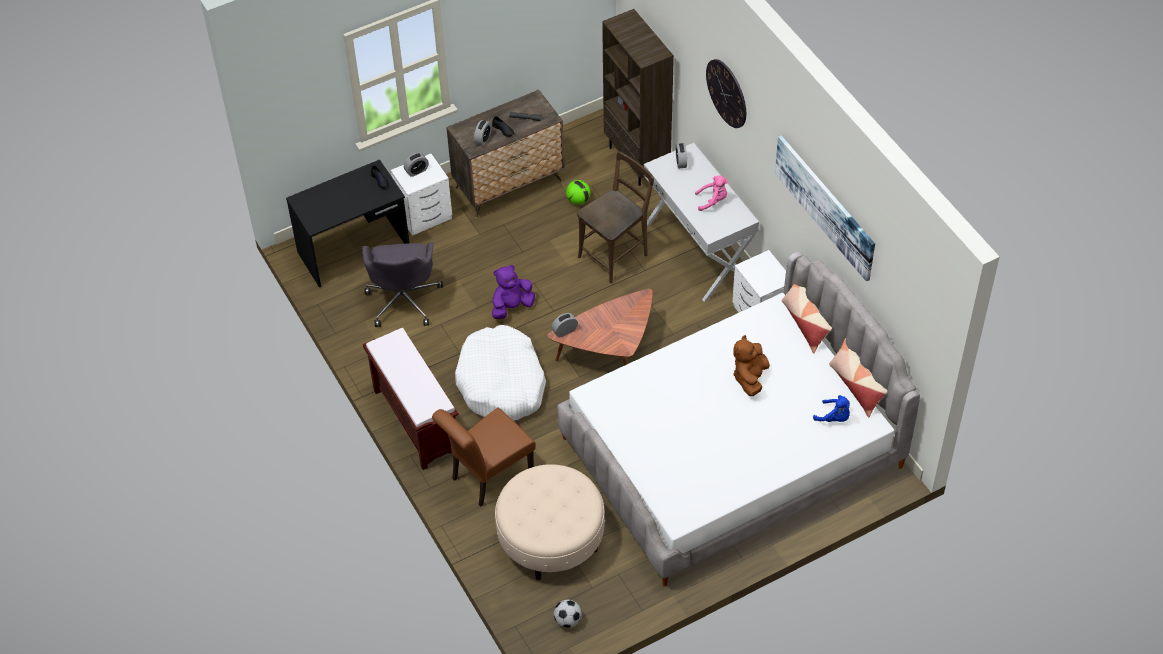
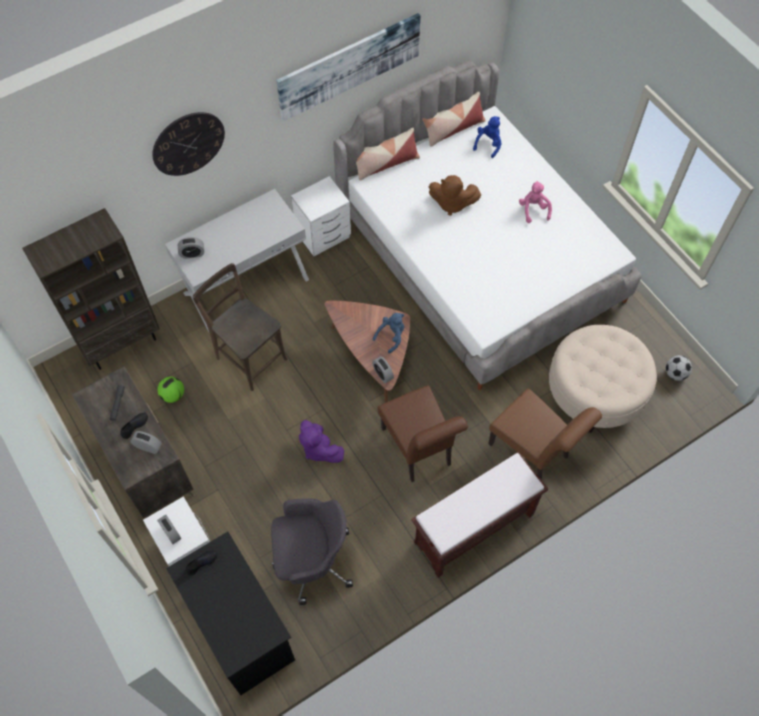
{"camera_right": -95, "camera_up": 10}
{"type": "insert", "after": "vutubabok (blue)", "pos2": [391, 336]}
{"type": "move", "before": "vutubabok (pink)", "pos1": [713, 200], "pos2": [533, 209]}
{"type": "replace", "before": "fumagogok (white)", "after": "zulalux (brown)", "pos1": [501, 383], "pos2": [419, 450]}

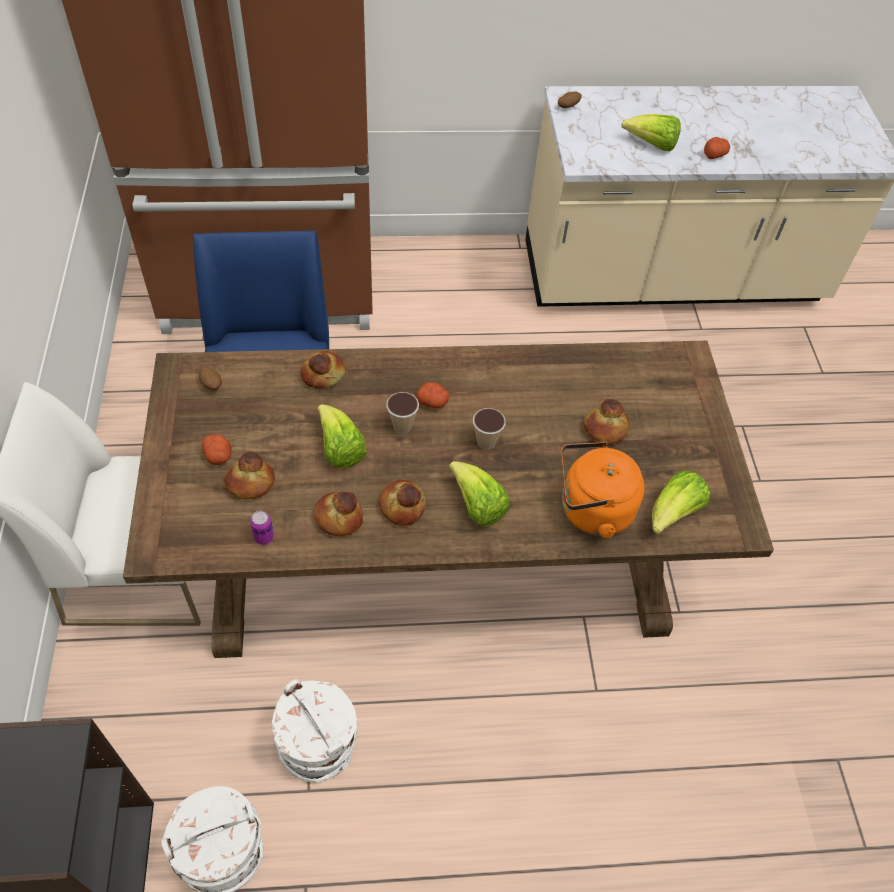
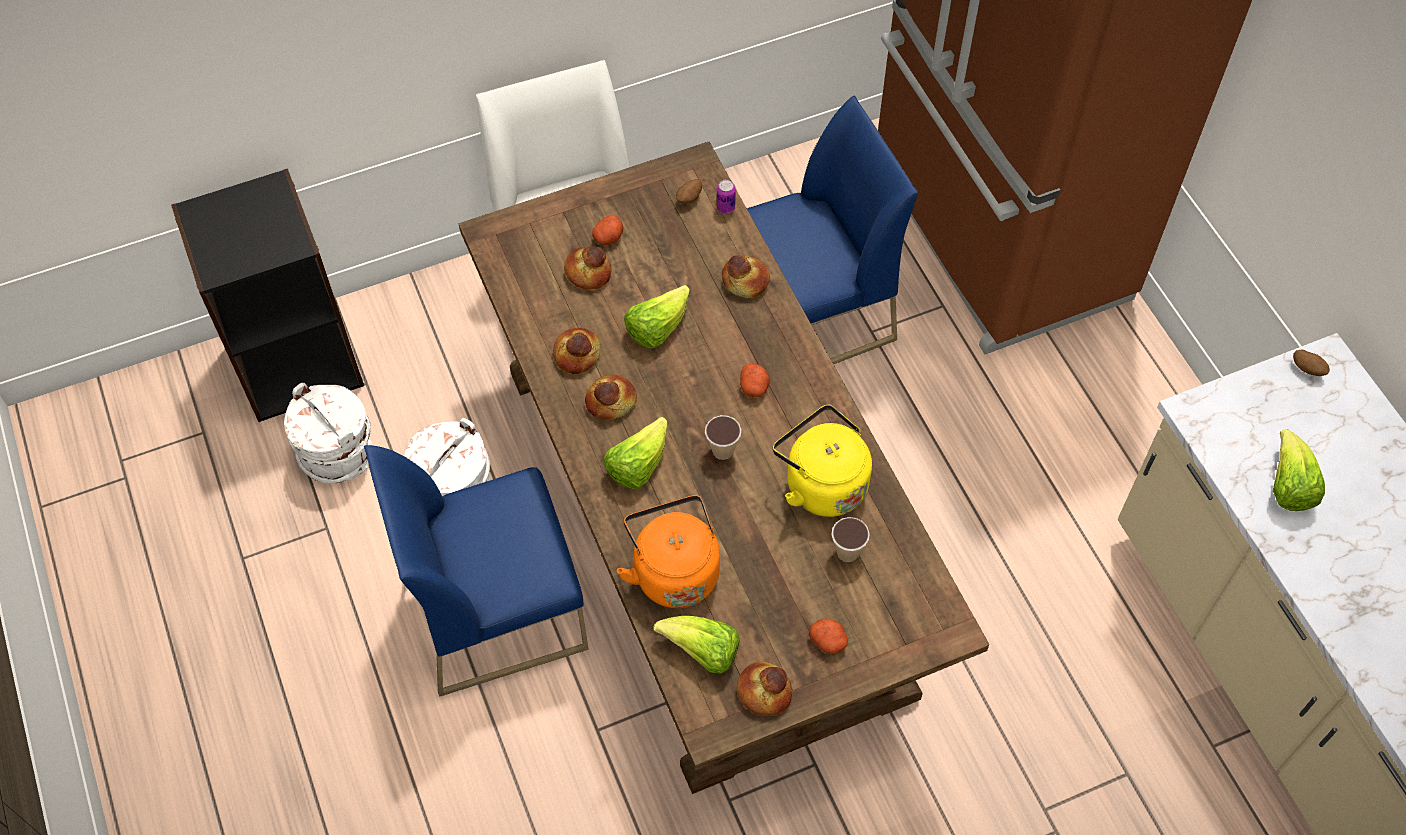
{"camera_right": 75, "camera_up": 5}
{"type": "insert", "after": "zulalux (blue)", "pos2": [497, 608]}
{"type": "insert", "after": "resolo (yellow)", "pos2": [821, 483]}
{"type": "move", "before": "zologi", "pos1": [264, 537], "pos2": [725, 207]}
{"type": "move", "before": "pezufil", "pos1": [402, 426], "pos2": [847, 552]}
{"type": "move", "before": "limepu", "pos1": [605, 429], "pos2": [764, 692]}
{"type": "move", "before": "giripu", "pos1": [714, 154], "pos2": [828, 641]}

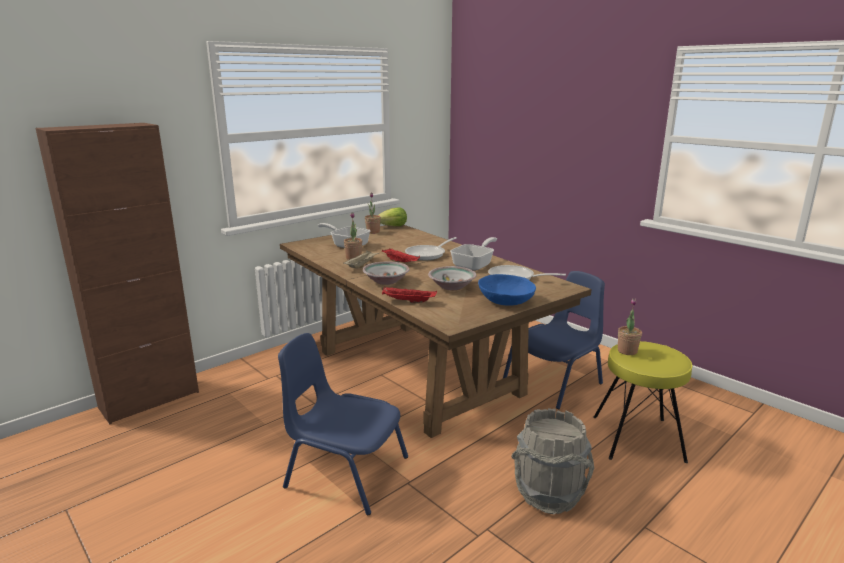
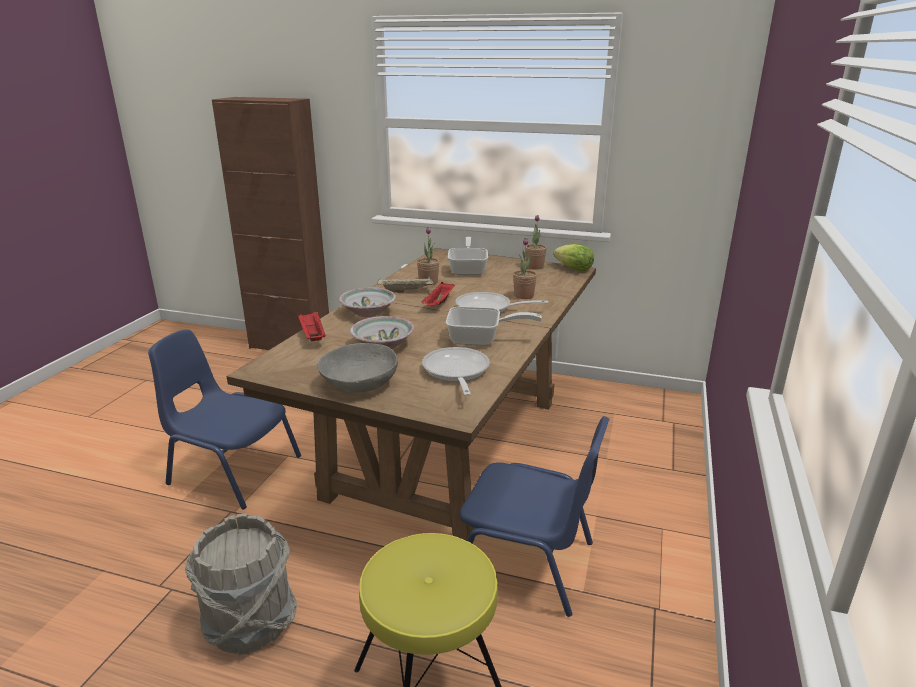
{"camera_right": 60, "camera_up": 5}
{"type": "move", "before": "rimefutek", "pos1": [627, 351], "pos2": [523, 296]}
{"type": "recolor", "before": "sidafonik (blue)", "after": "sidafonik (grey)", "pos1": [505, 301], "pos2": [360, 383]}
{"type": "rotate", "before": "zulalux (blue)", "pos1": [345, 472], "pos2": [233, 470], "turn": -60}

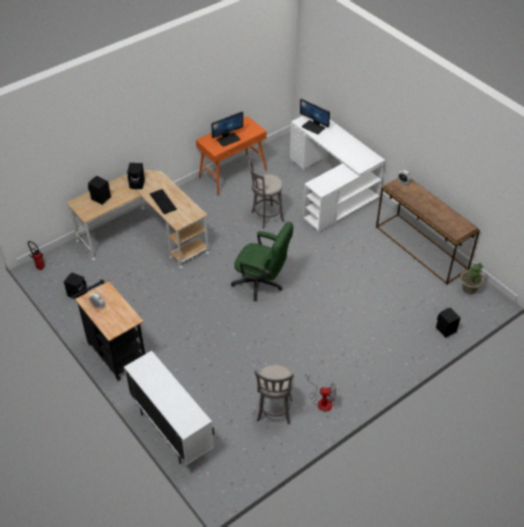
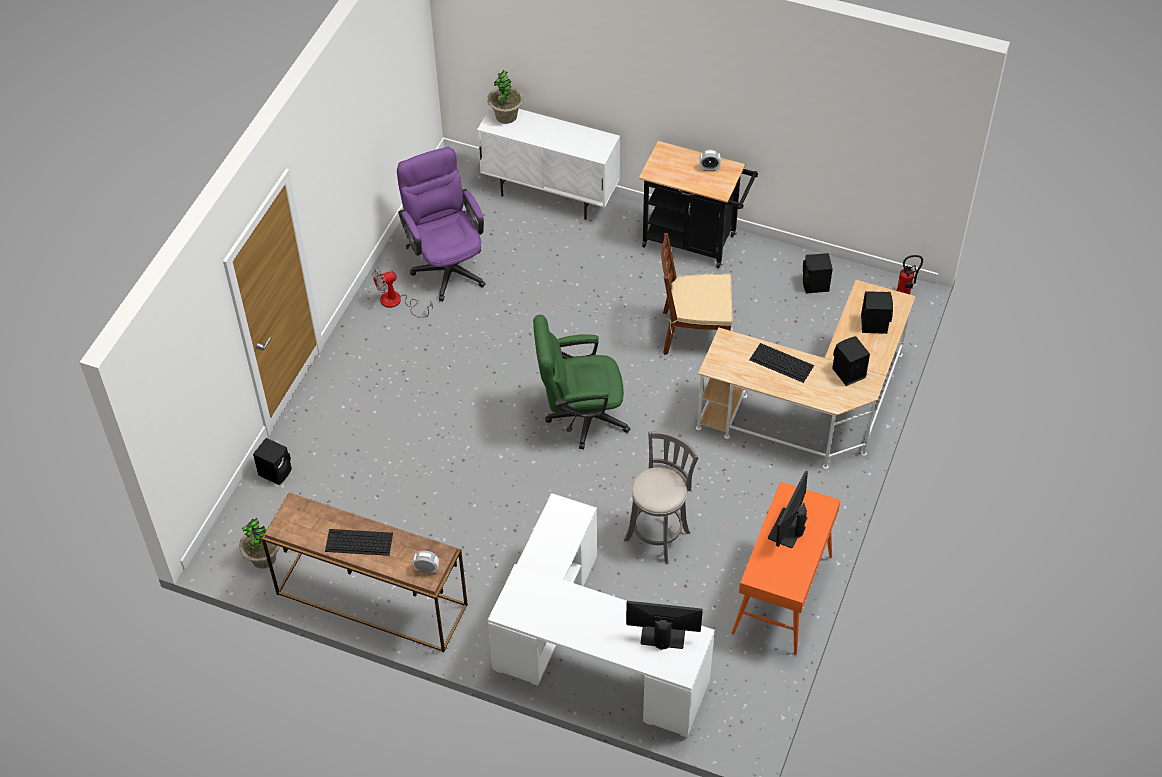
{"camera_right": 150, "camera_up": 5}
{"type": "insert", "after": "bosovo", "pos2": [358, 542]}
{"type": "insert", "after": "rimefutek", "pos2": [506, 116]}
{"type": "insert", "after": "zulalux (brown)", "pos2": [694, 333]}
{"type": "replace", "before": "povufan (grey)", "after": "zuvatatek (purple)", "pos1": [274, 412], "pos2": [447, 265]}

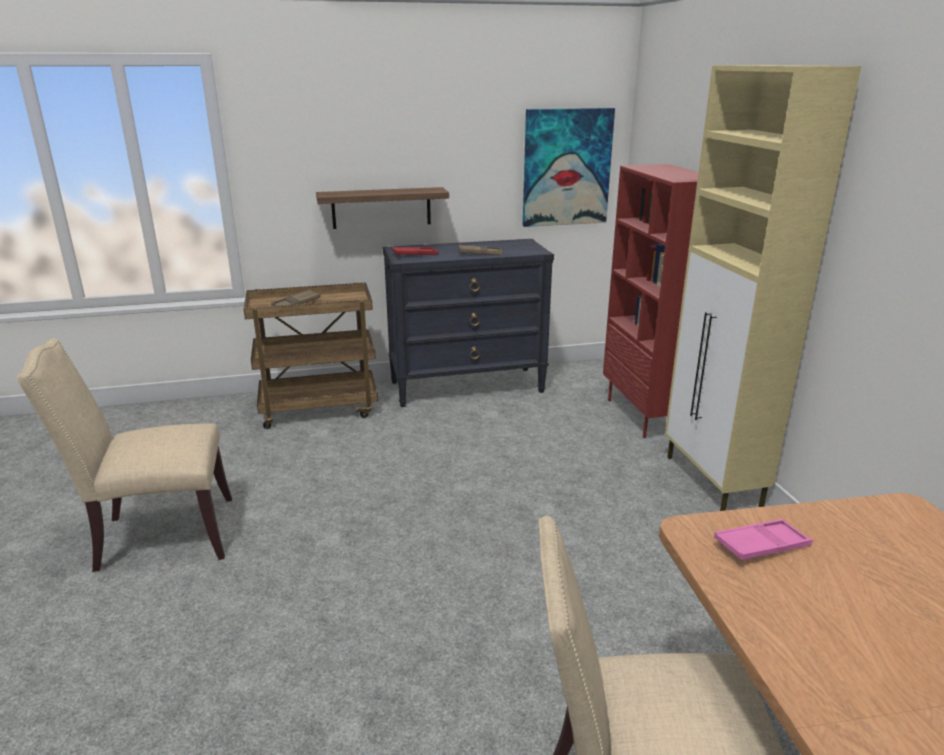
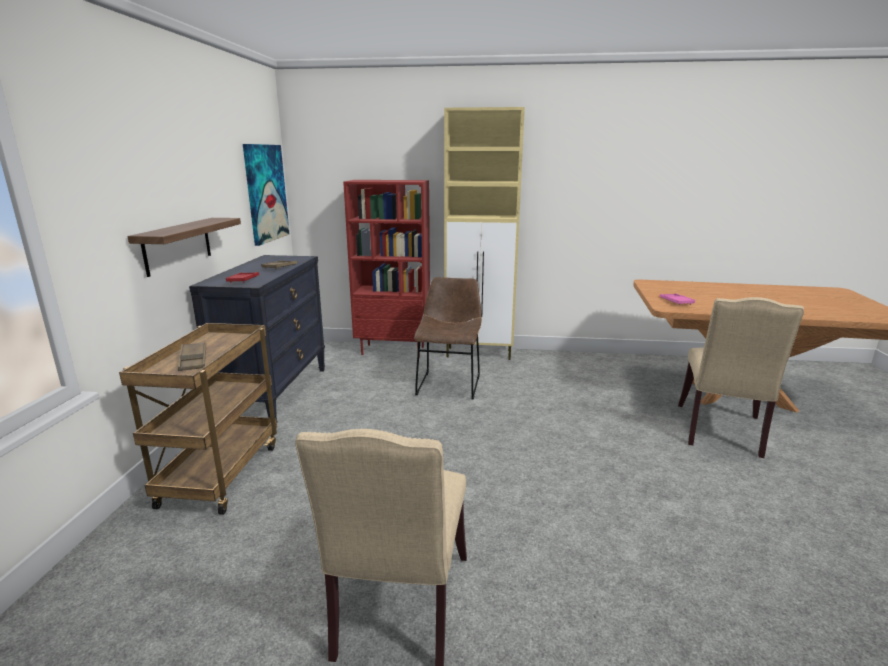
{"camera_right": -70, "camera_up": -5}
{"type": "insert", "after": "zulalux (brown)", "pos2": [449, 383]}

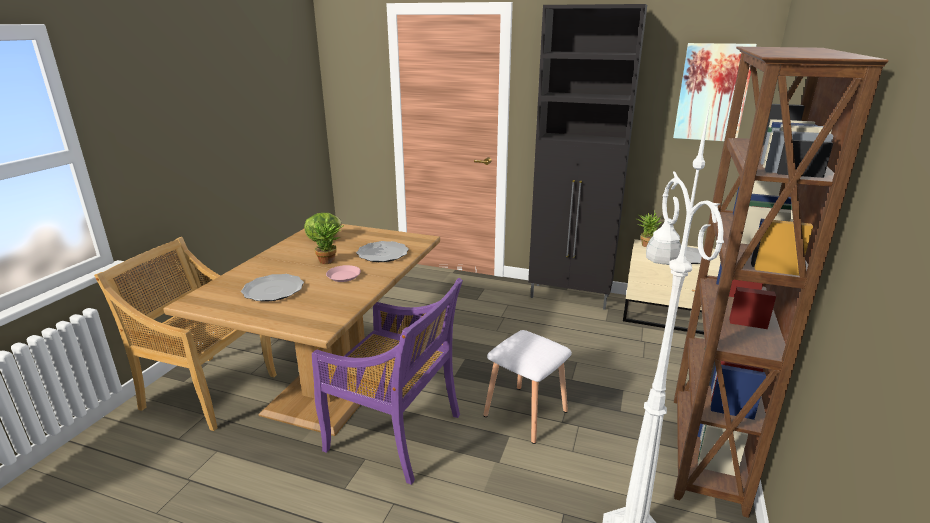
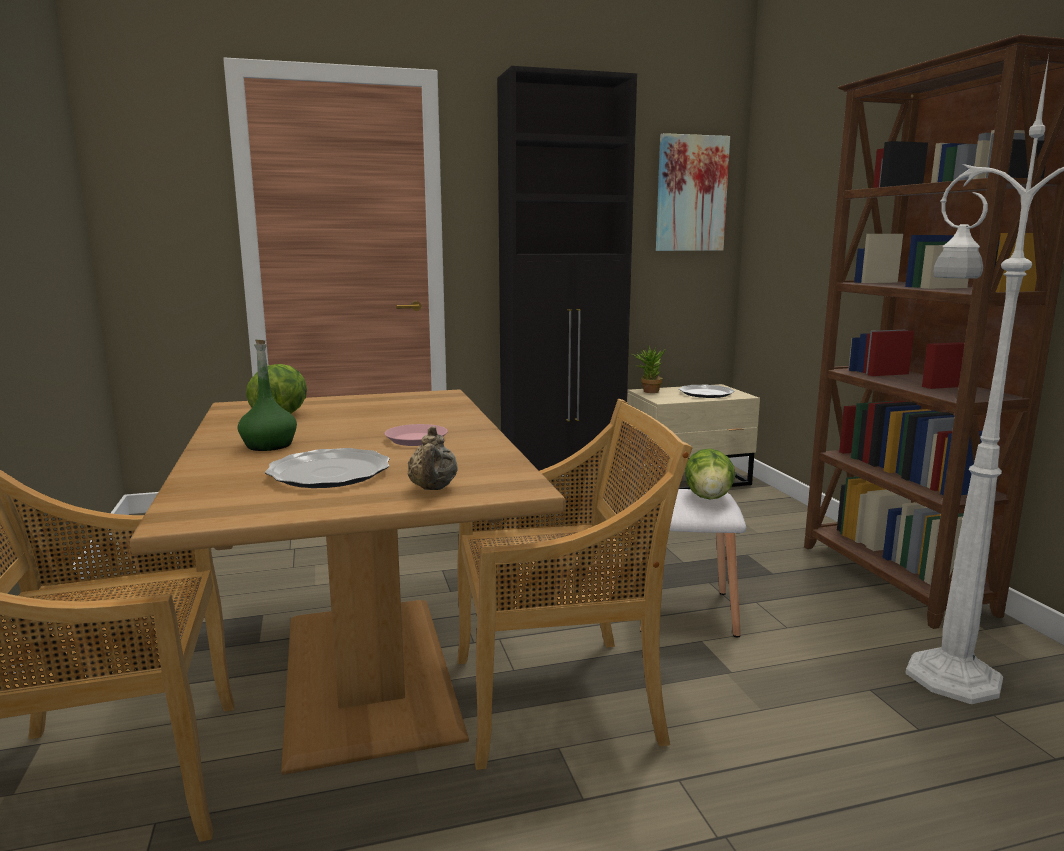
{"camera_right": -35, "camera_up": -10}
{"type": "delete", "before": "rimefutek", "pos1": [329, 262]}
{"type": "delete", "before": "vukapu", "pos1": [382, 254]}
{"type": "insert", "after": "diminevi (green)", "pos2": [269, 445]}
{"type": "insert", "after": "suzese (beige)", "pos2": [433, 489]}
{"type": "insert", "after": "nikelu", "pos2": [708, 497]}
{"type": "recolor", "before": "zulalux (purple)", "after": "zulalux (beige)", "pos1": [396, 434], "pos2": [558, 698]}

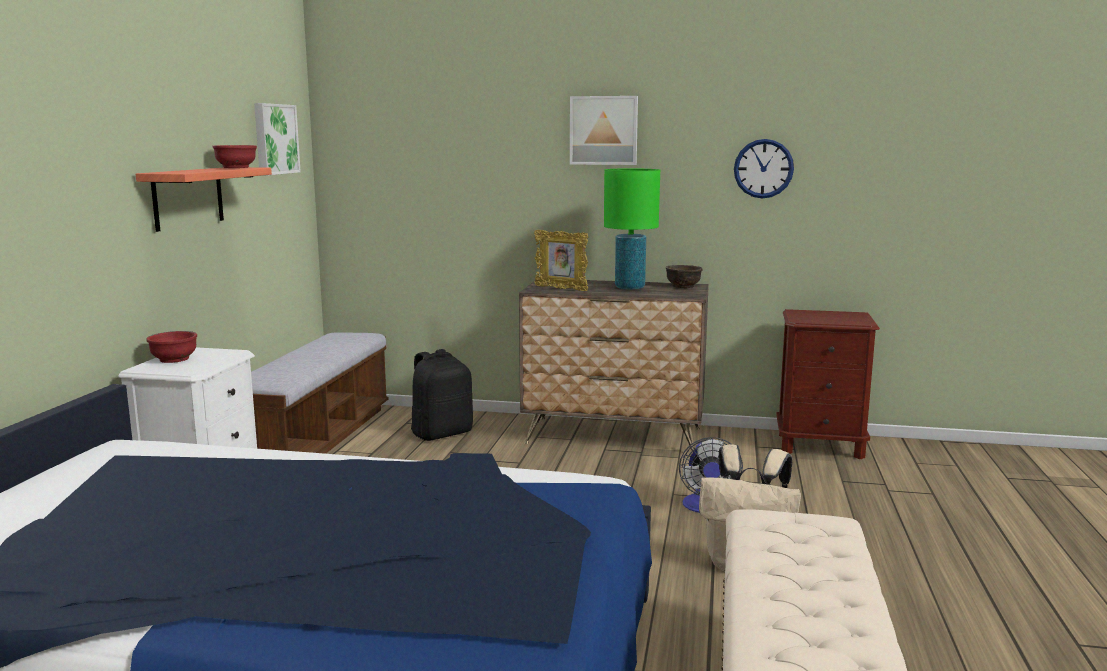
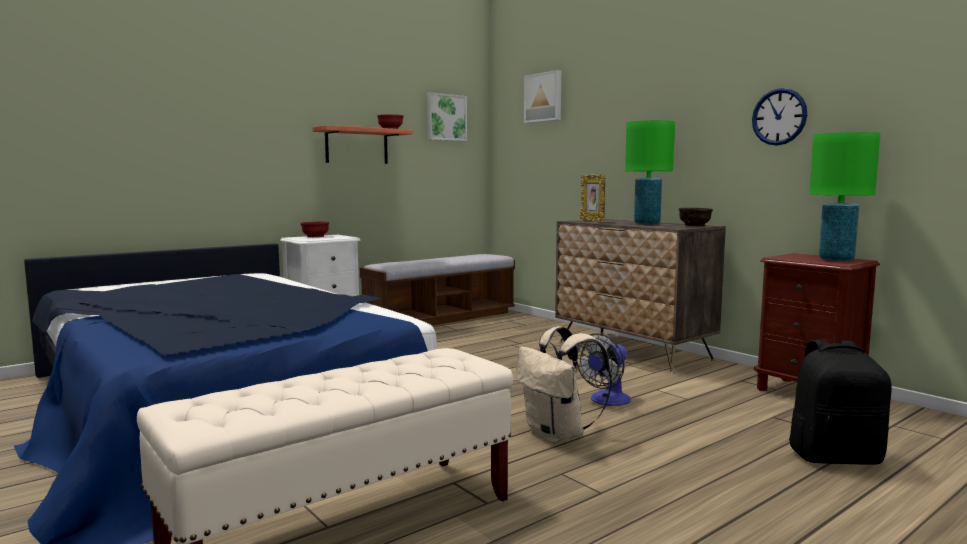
{"camera_right": 40, "camera_up": -5}
{"type": "insert", "after": "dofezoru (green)", "pos2": [836, 259]}
{"type": "move", "before": "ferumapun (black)", "pos1": [442, 433], "pos2": [835, 457]}
{"type": "move", "before": "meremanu", "pos1": [604, 130], "pos2": [544, 97]}

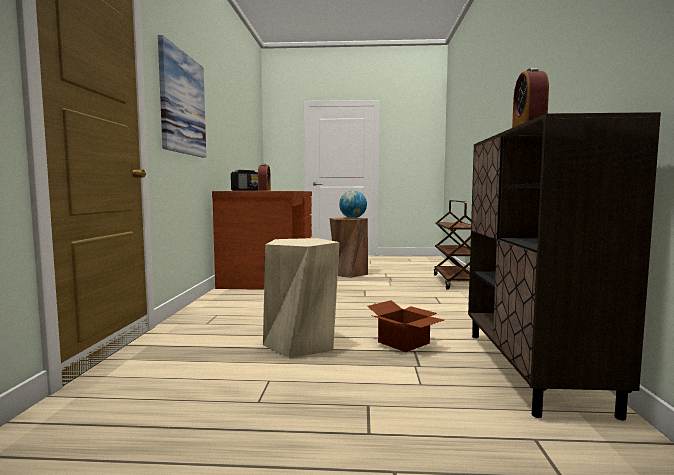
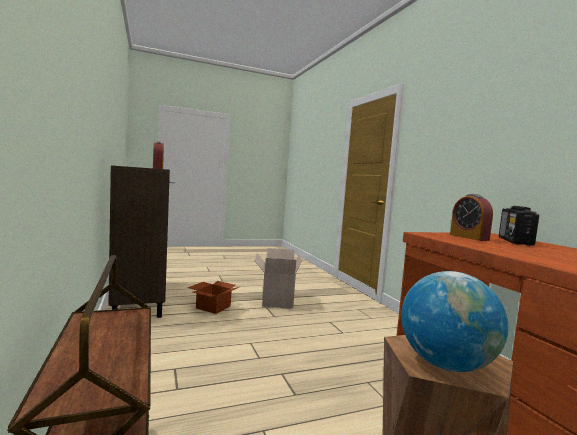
{"camera_right": 155, "camera_up": 0}
{"type": "delete", "before": "meremanu", "pos1": [182, 103]}
{"type": "replace", "before": "povufan (beige)", "after": "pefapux", "pos1": [301, 343], "pos2": [276, 301]}

